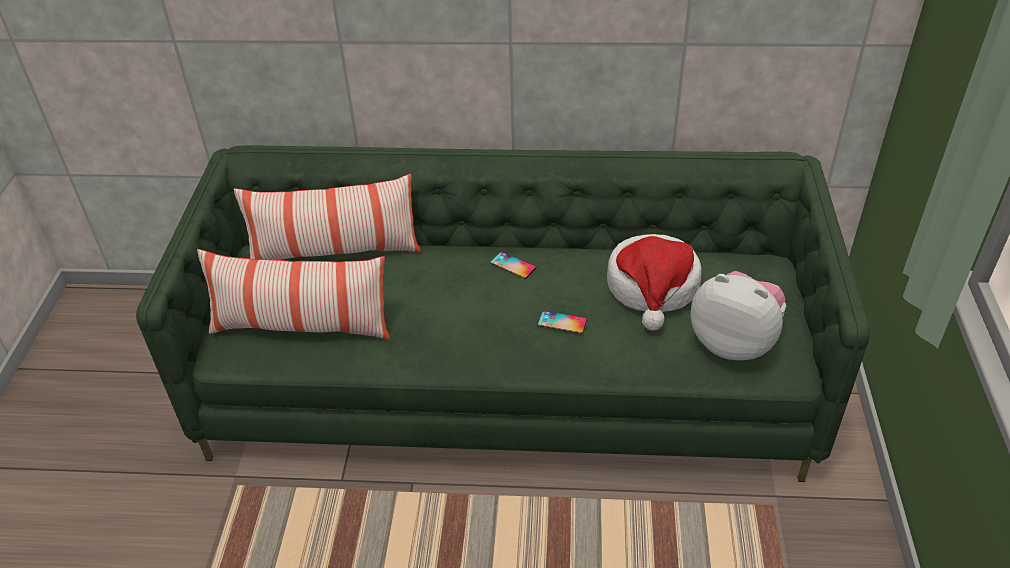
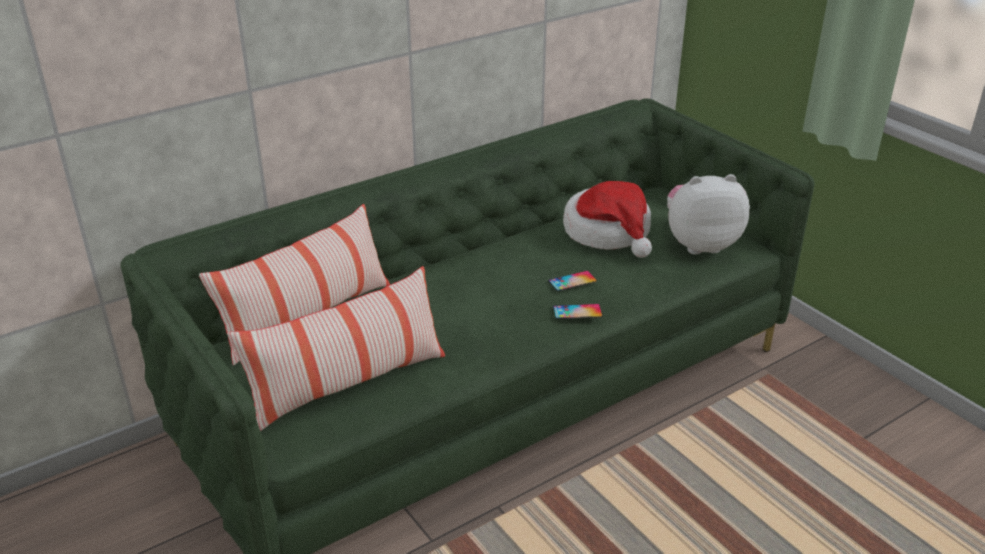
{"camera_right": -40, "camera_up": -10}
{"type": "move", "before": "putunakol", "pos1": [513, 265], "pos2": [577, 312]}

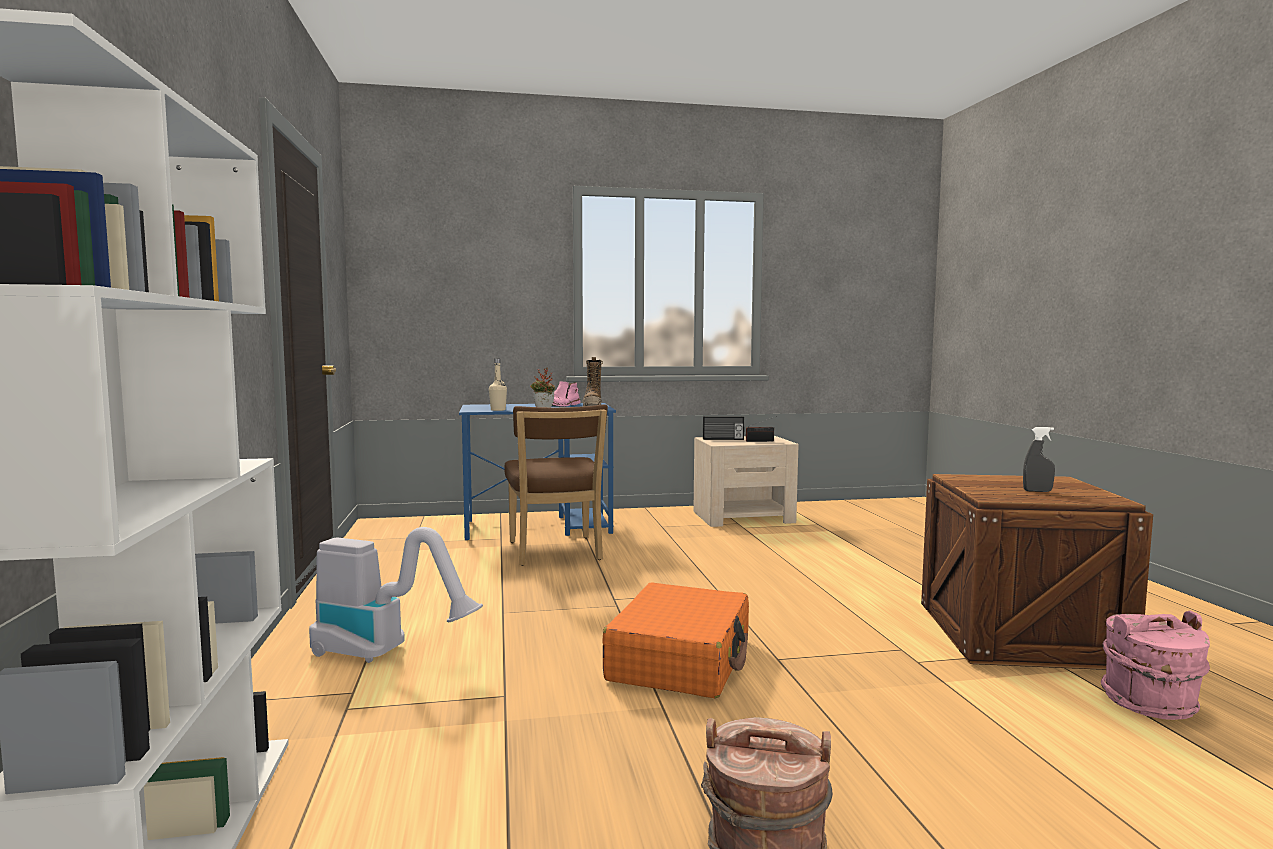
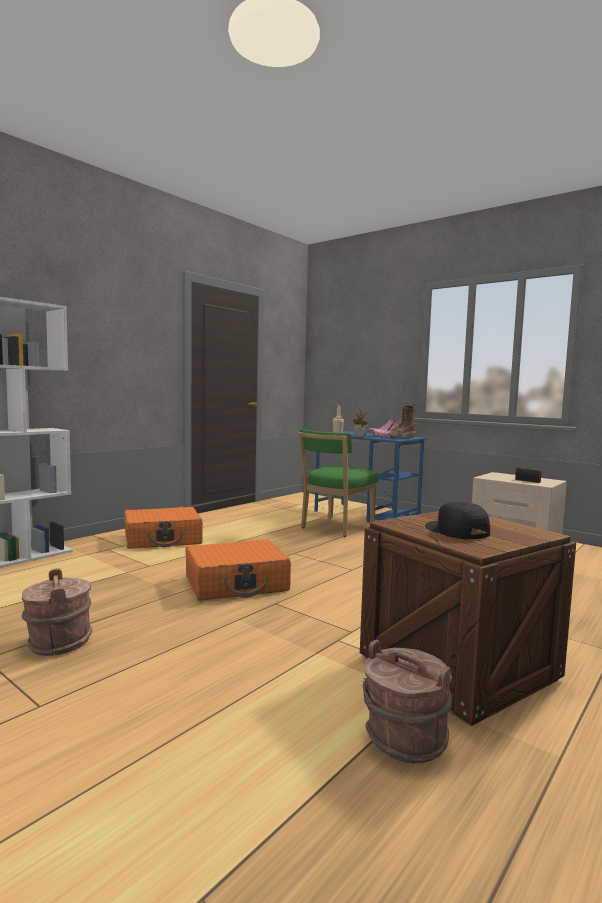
{"camera_right": 50, "camera_up": 0}
{"type": "delete", "before": "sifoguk", "pos1": [723, 439]}
{"type": "replace", "before": "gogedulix", "after": "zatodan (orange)", "pos1": [386, 653], "pos2": [163, 539]}
{"type": "replace", "before": "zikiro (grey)", "after": "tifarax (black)", "pos1": [1037, 491], "pos2": [456, 531]}
{"type": "recolor", "before": "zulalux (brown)", "after": "zulalux (green)", "pos1": [555, 552], "pos2": [335, 527]}
{"type": "recolor", "before": "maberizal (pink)", "after": "maberizal (brown)", "pos1": [1150, 703], "pos2": [404, 739]}

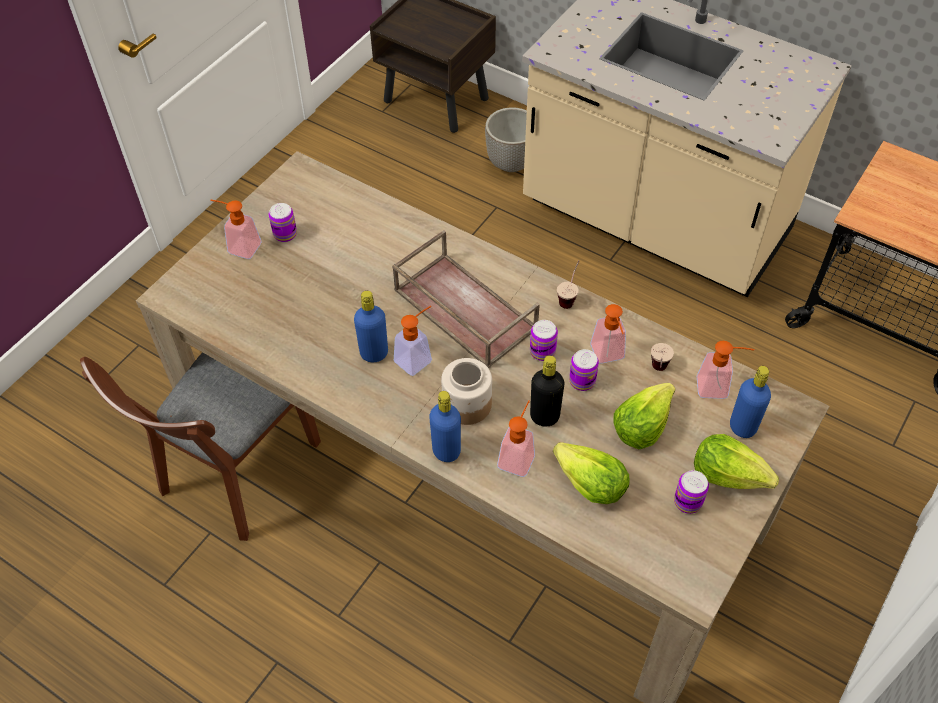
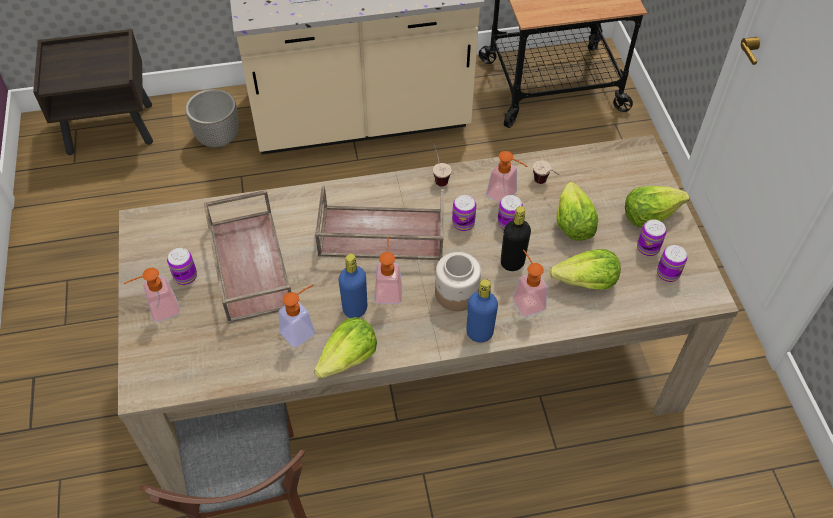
{"camera_right": -45, "camera_up": 0}
{"type": "delete", "before": "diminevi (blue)", "pos1": [742, 427]}
{"type": "insert", "after": "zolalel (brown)", "pos2": [248, 264]}
{"type": "insert", "after": "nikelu", "pos2": [348, 359]}
{"type": "insert", "after": "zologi", "pos2": [668, 273]}
{"type": "move", "before": "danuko", "pos1": [718, 387], "pos2": [302, 329]}

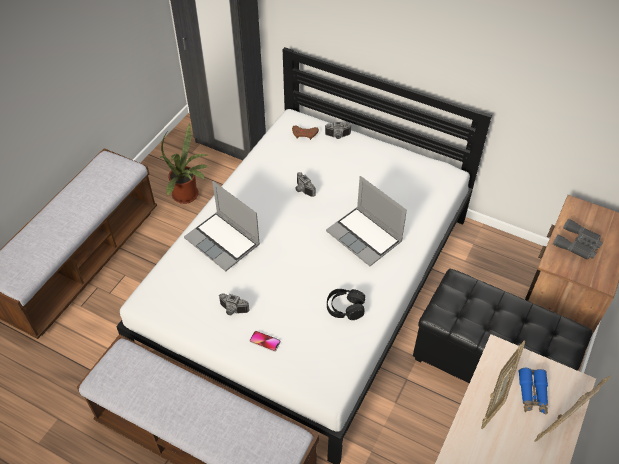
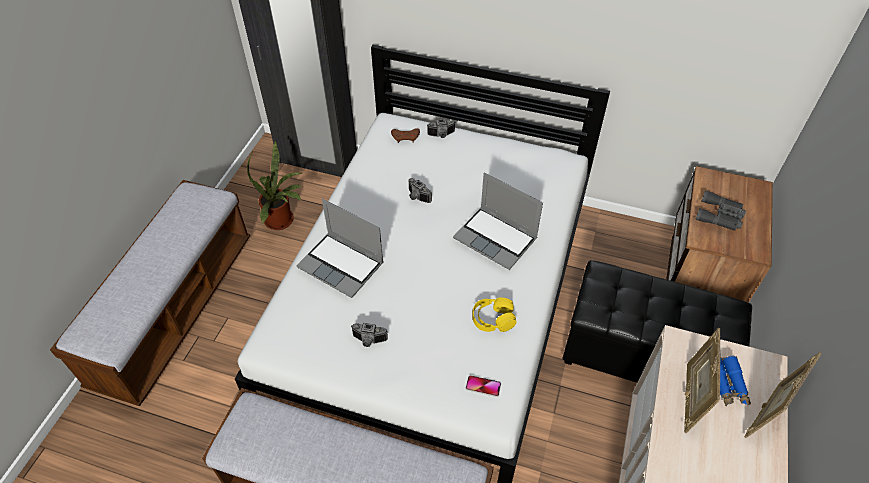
{"camera_right": -10, "camera_up": 0}
{"type": "move", "before": "putunakol", "pos1": [265, 341], "pos2": [483, 386]}
{"type": "recolor", "before": "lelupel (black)", "after": "lelupel (yellow)", "pos1": [345, 308], "pos2": [493, 319]}

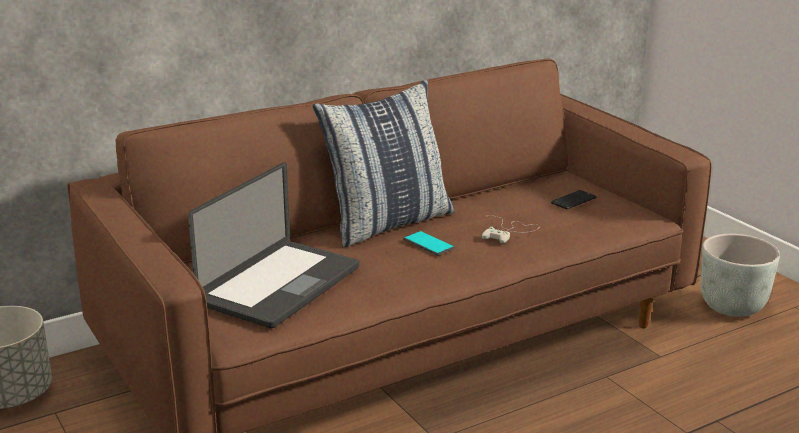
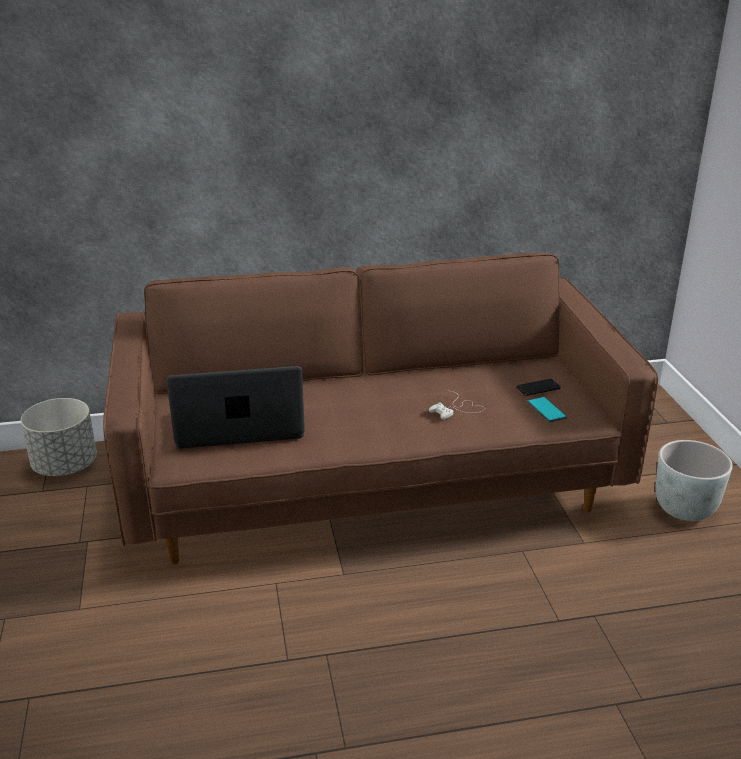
{"camera_right": 20, "camera_up": 5}
{"type": "delete", "before": "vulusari", "pos1": [388, 223]}
{"type": "move", "before": "putunakol", "pos1": [428, 244], "pos2": [546, 410]}
{"type": "rotate", "before": "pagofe", "pos1": [280, 286], "pos2": [239, 425], "turn": -150}

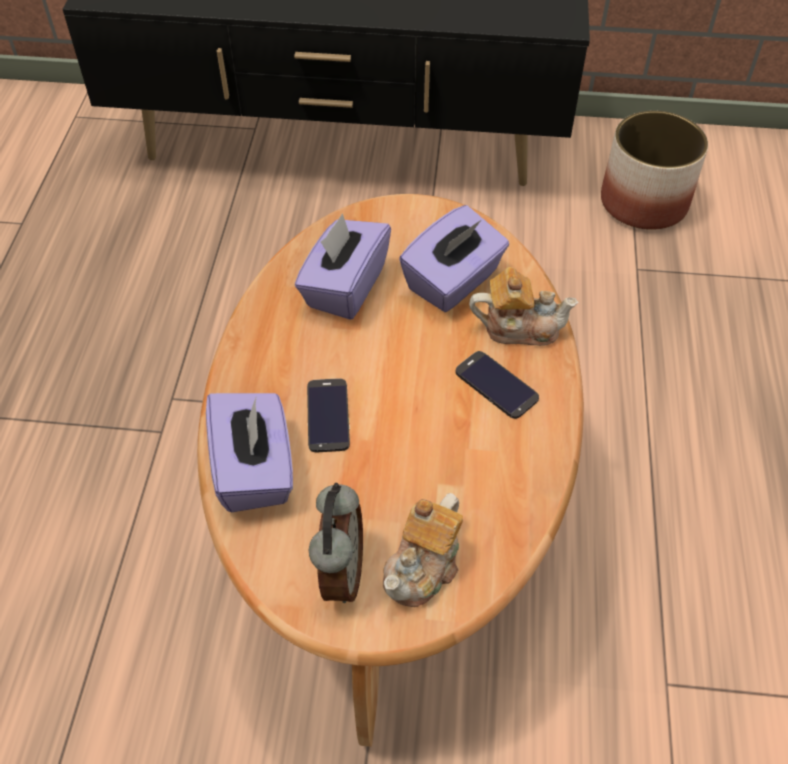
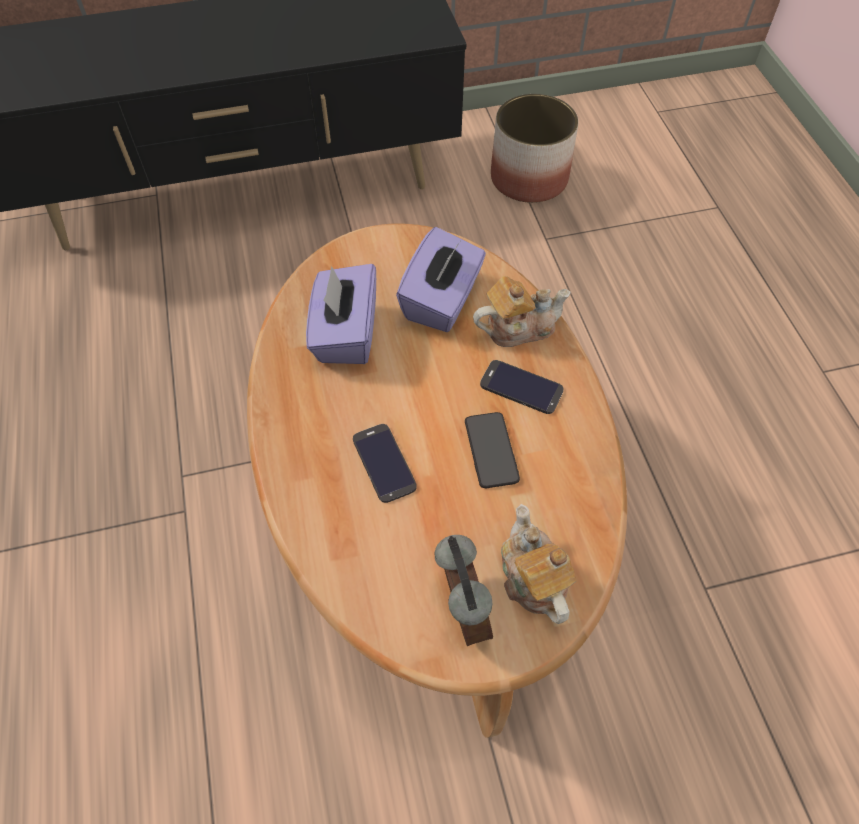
{"camera_right": -20, "camera_up": 5}
{"type": "delete", "before": "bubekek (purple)", "pos1": [255, 470]}
{"type": "insert", "after": "putunakol", "pos2": [491, 450]}
{"type": "rotate", "before": "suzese", "pos1": [423, 567], "pos2": [532, 578], "turn": 150}

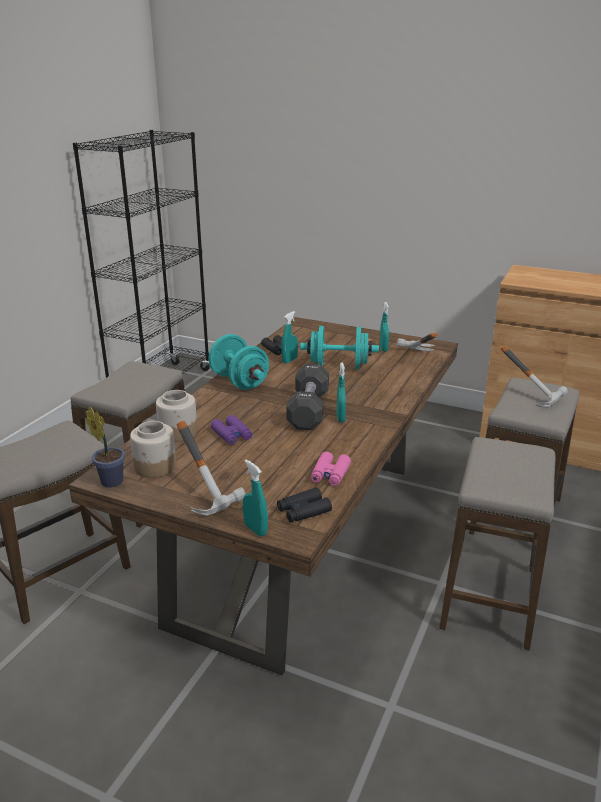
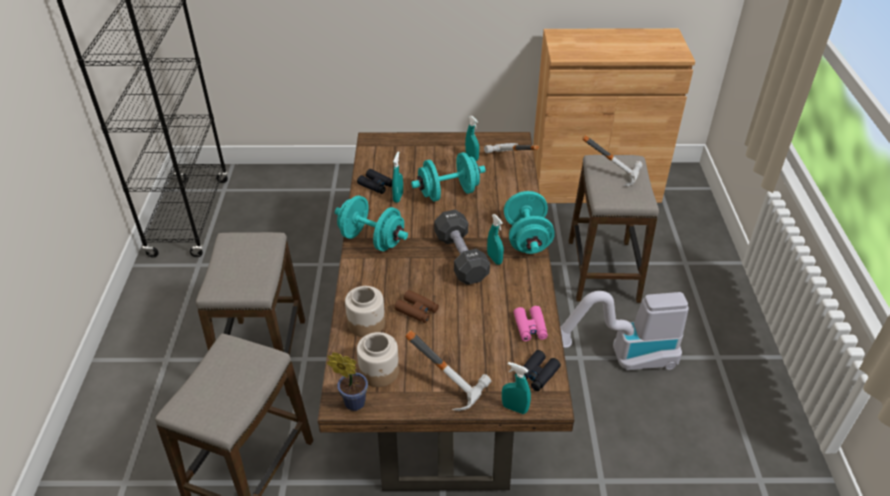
{"camera_right": -25, "camera_up": 15}
{"type": "insert", "after": "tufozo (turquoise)", "pos2": [527, 238]}
{"type": "replace", "before": "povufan", "after": "gogedulix", "pos1": [490, 598], "pos2": [621, 358]}
{"type": "recolor", "before": "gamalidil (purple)", "after": "gamalidil (brown)", "pos1": [232, 435], "pos2": [417, 310]}

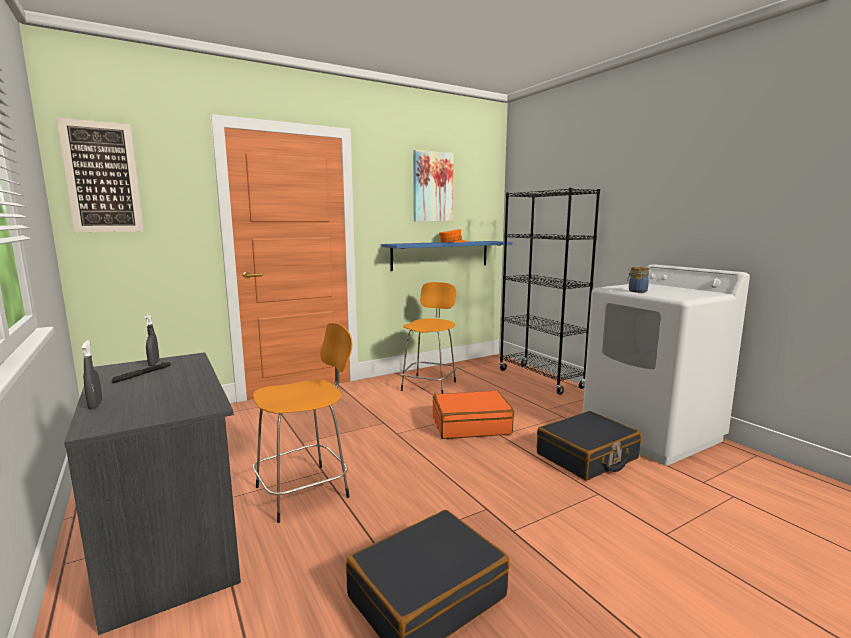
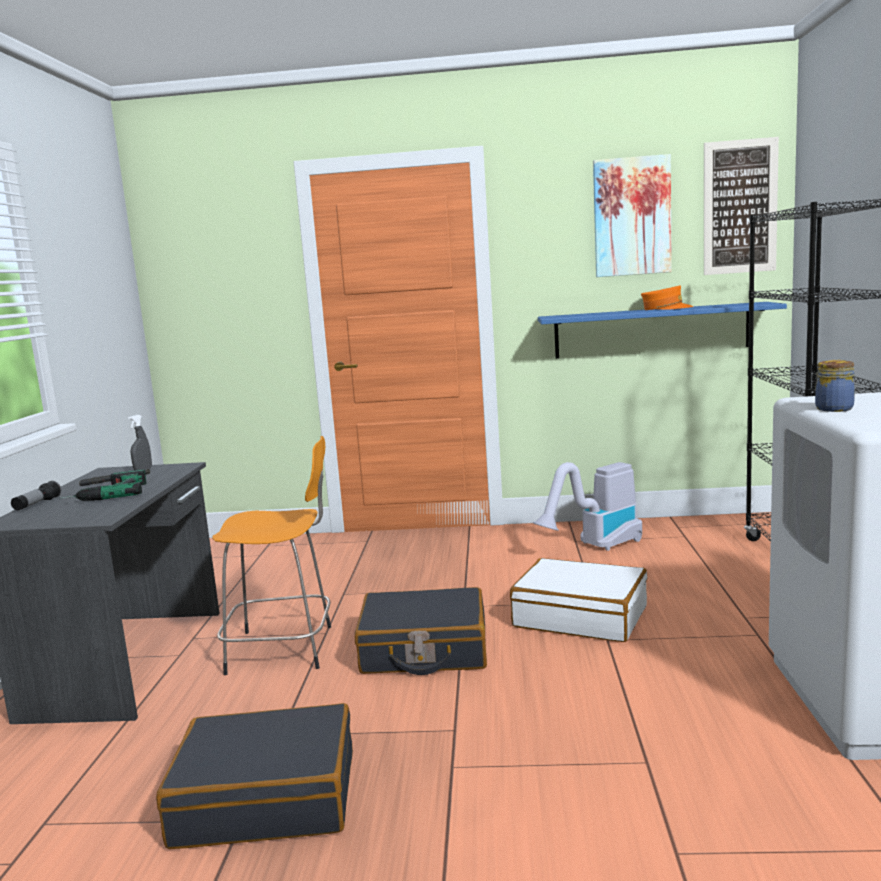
{"camera_right": 35, "camera_up": 0}
{"type": "insert", "after": "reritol", "pos2": [105, 494]}
{"type": "move", "before": "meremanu", "pos1": [102, 177], "pos2": [740, 207]}
{"type": "move", "before": "zatodan (black)", "pos1": [587, 457], "pos2": [424, 650]}
{"type": "replace", "before": "zikiro (grey)", "after": "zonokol", "pos1": [95, 405], "pos2": [37, 504]}
{"type": "replace", "before": "povufan (orange)", "after": "gogedulix", "pos1": [430, 385], "pos2": [595, 547]}
{"type": "recolor", "before": "zatodan (orange)", "after": "zatodan (white)", "pos1": [471, 425], "pos2": [580, 616]}

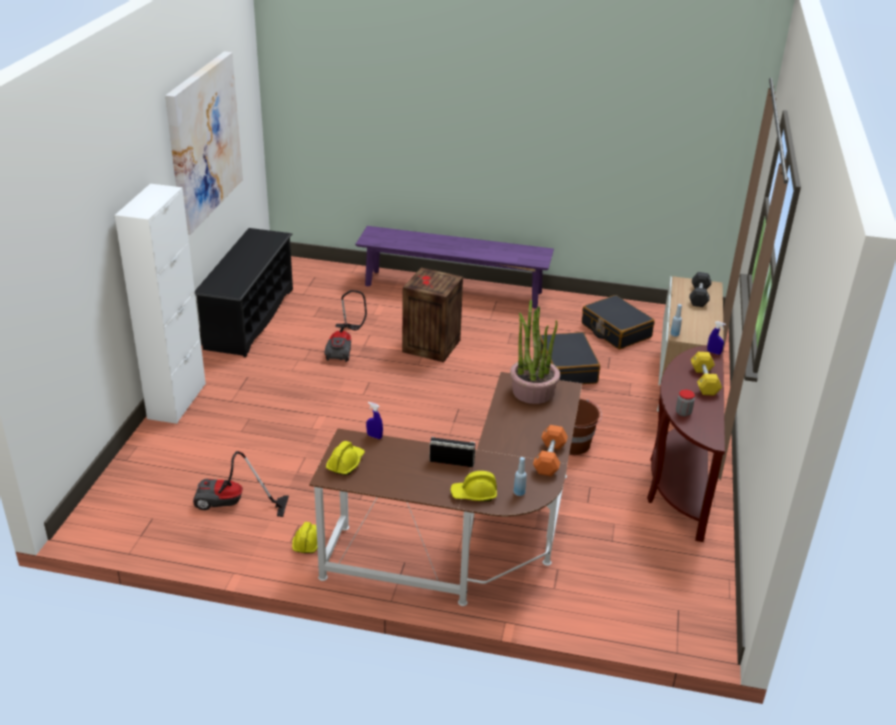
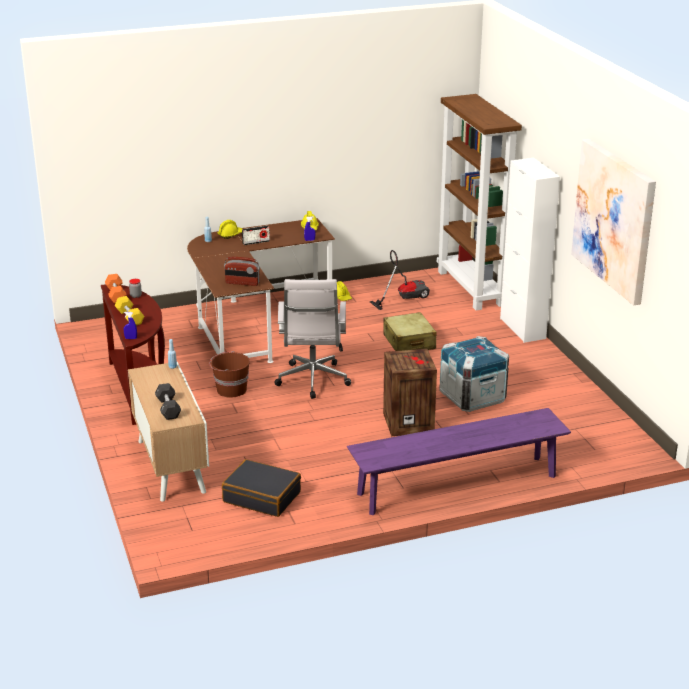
{"camera_right": 150, "camera_up": -5}
{"type": "delete", "before": "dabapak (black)", "pos1": [249, 318]}
{"type": "delete", "before": "zatodan (black)", "pos1": [566, 368]}
{"type": "insert", "after": "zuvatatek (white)", "pos2": [312, 381]}
{"type": "insert", "after": "zatodan (beige)", "pos2": [409, 342]}
{"type": "insert", "after": "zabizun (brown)", "pos2": [471, 288]}
{"type": "move", "before": "tufozo (orange)", "pos1": [549, 458], "pos2": [116, 295]}
{"type": "replace", "before": "gogedulix", "after": "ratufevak", "pos1": [344, 347], "pos2": [472, 397]}
{"type": "replace", "before": "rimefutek", "after": "sifoguk", "pos1": [532, 391], "pos2": [242, 283]}

